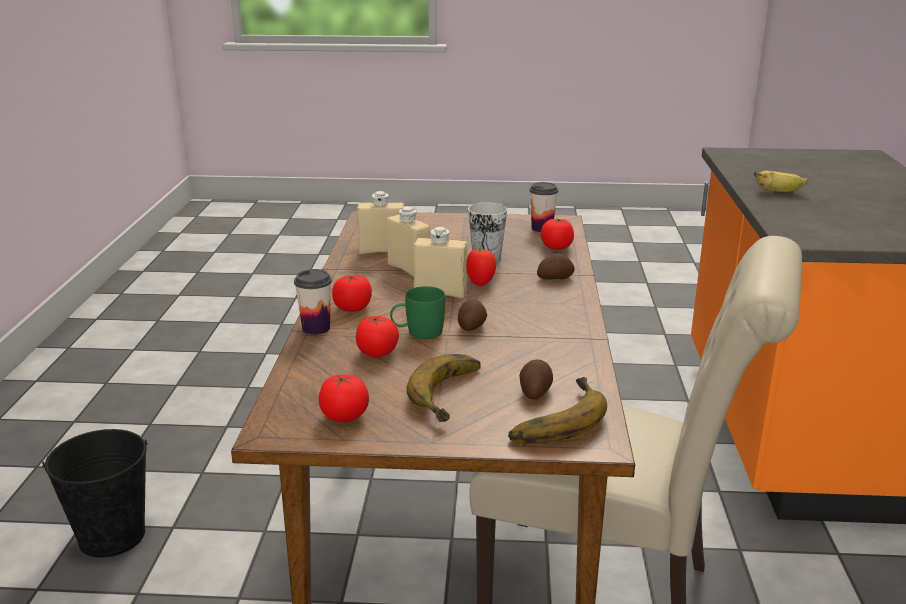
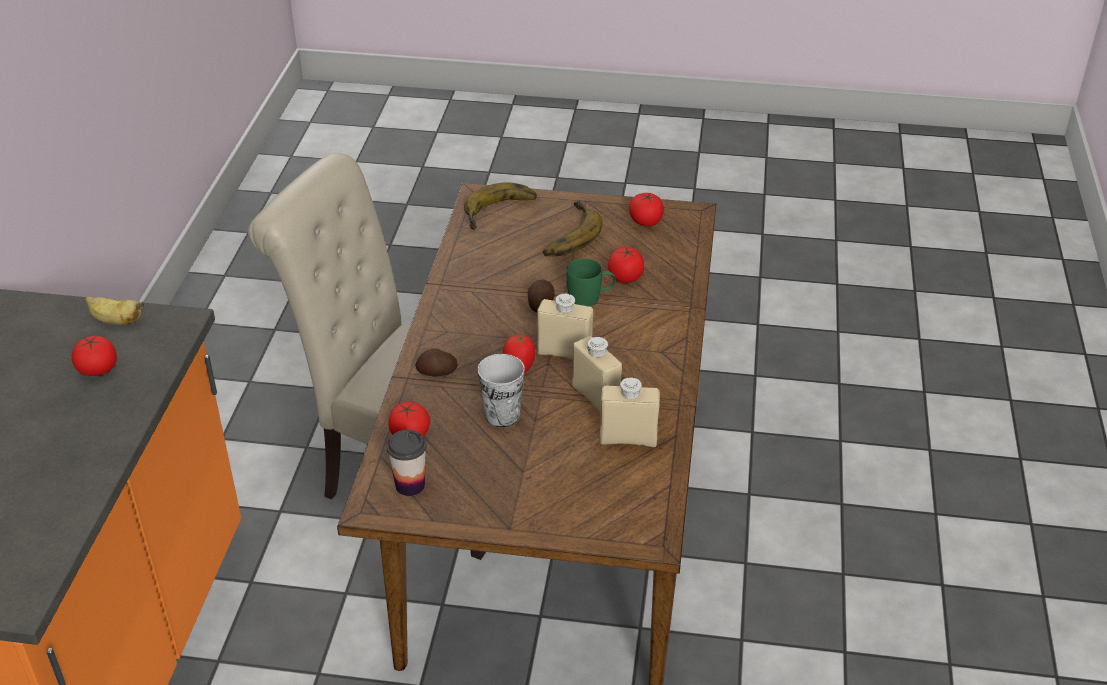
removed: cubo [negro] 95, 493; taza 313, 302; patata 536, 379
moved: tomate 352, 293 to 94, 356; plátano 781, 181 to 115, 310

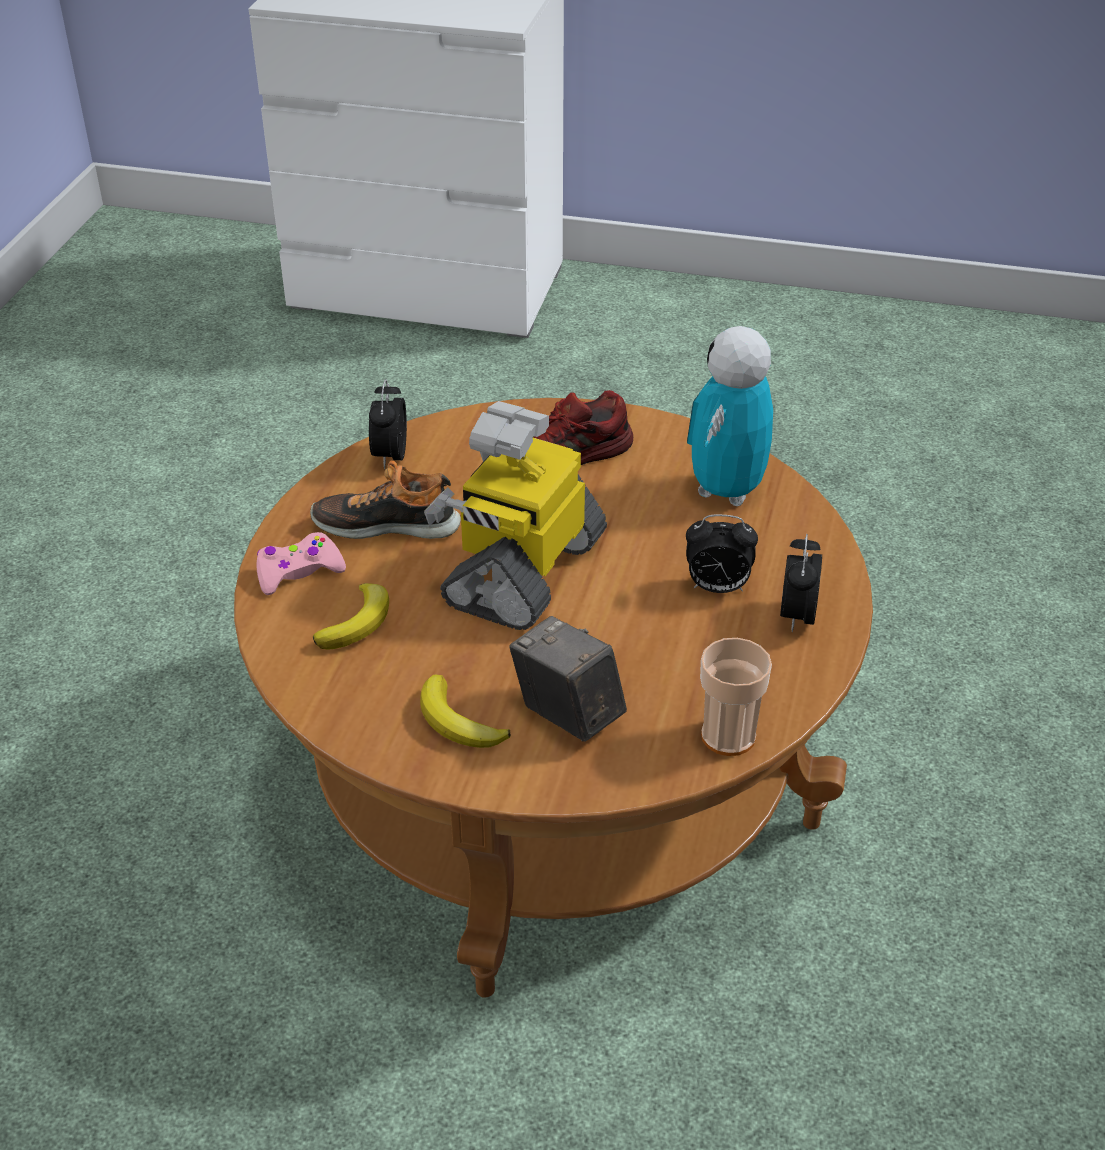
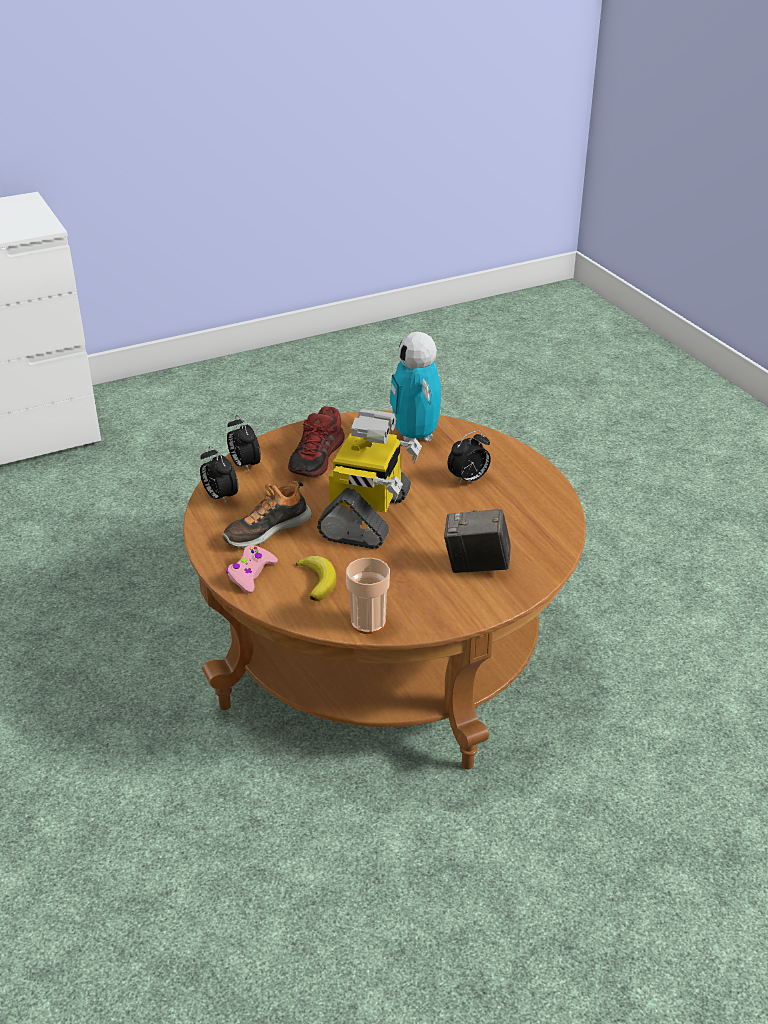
removed: plátano 465, 711
moved: taza 736, 697 to 368, 596; despertador 801, 583 to 244, 443
turned: robot de juguete 515, 515 = 369, 479 150 degrees counterclockwise

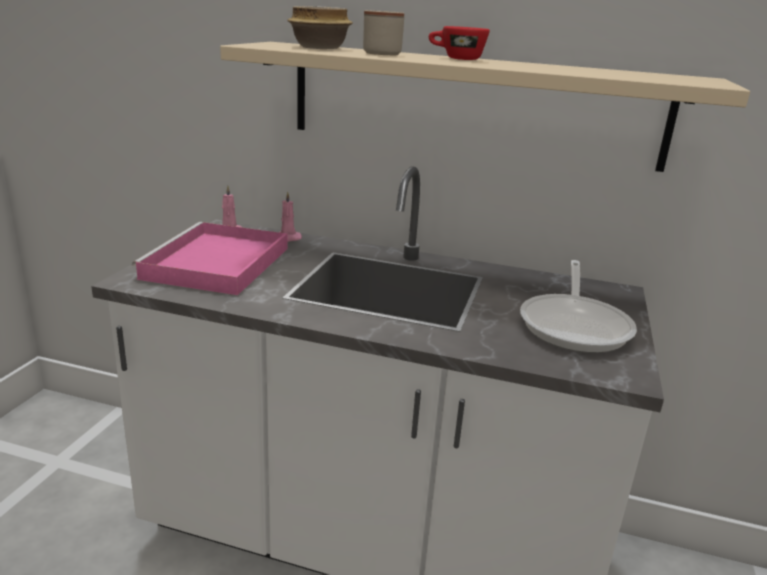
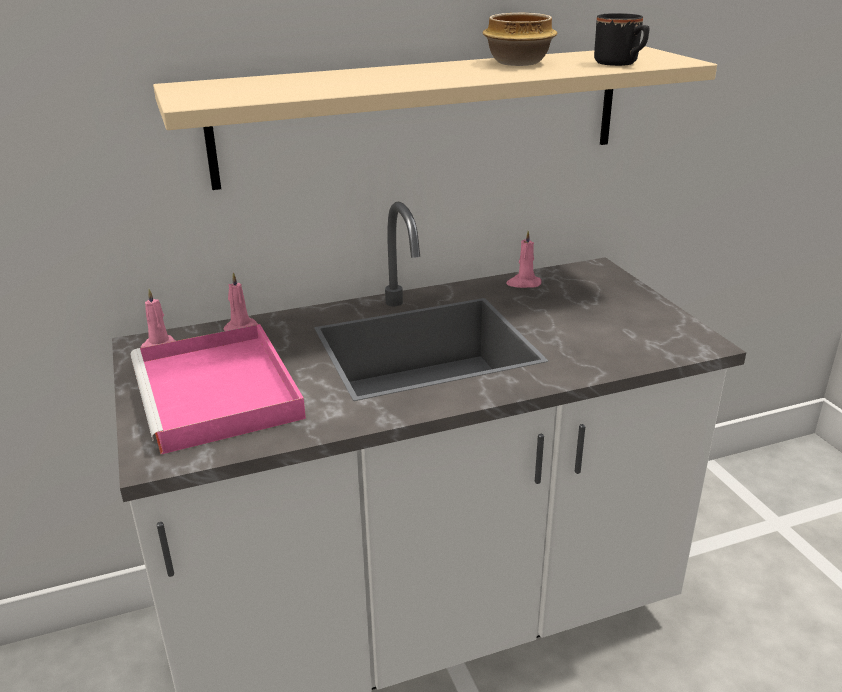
removed: taza grande [beis] 383, 32; taza [rojo] 459, 43; sartén 578, 306
added: vela [rosa] 524, 259; taza grande [negro] 622, 39
moved: cuenco 320, 27 to 519, 39

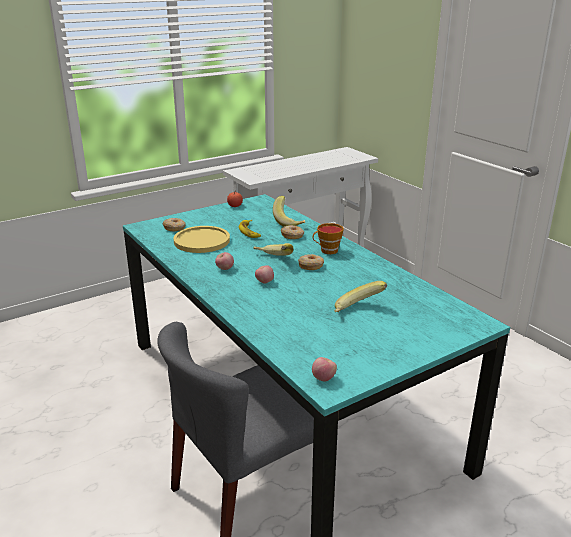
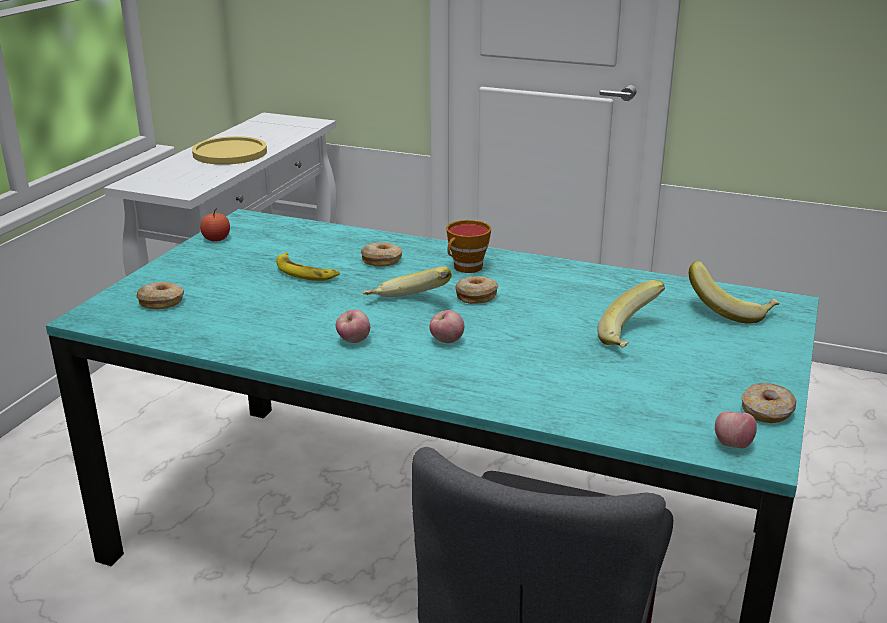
added: rosquilla 768, 403
moved: plato [amarillo] 201, 239 to 229, 150; plátano 289, 211 to 734, 292

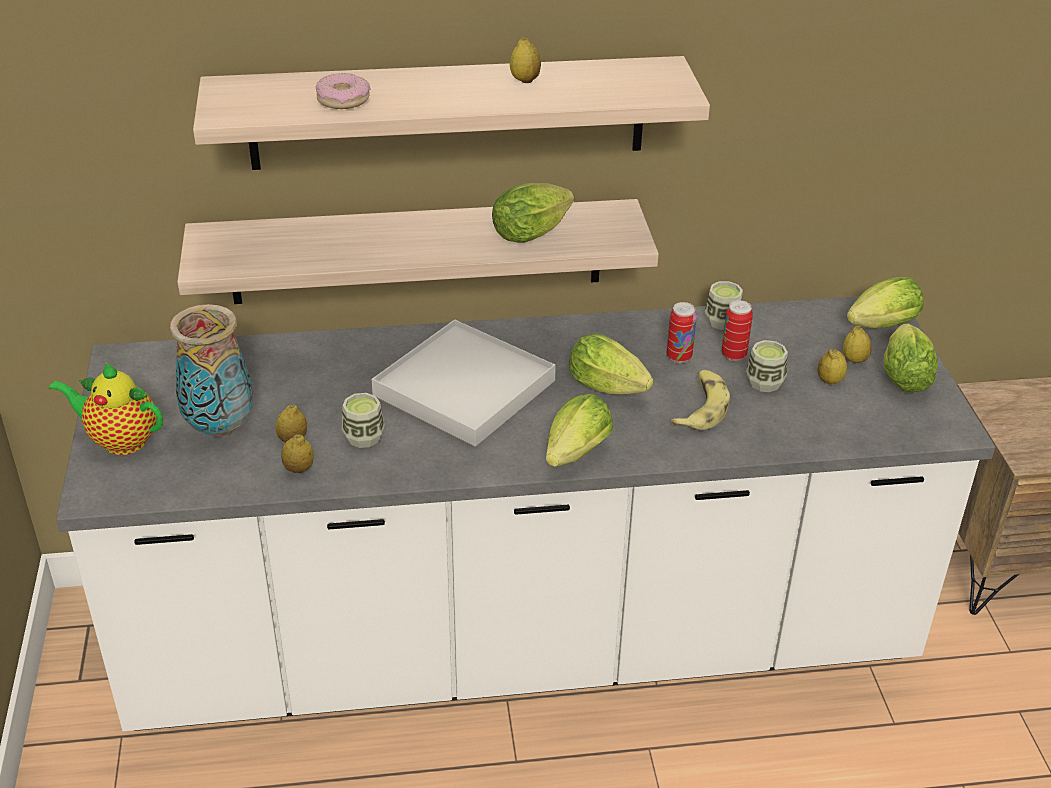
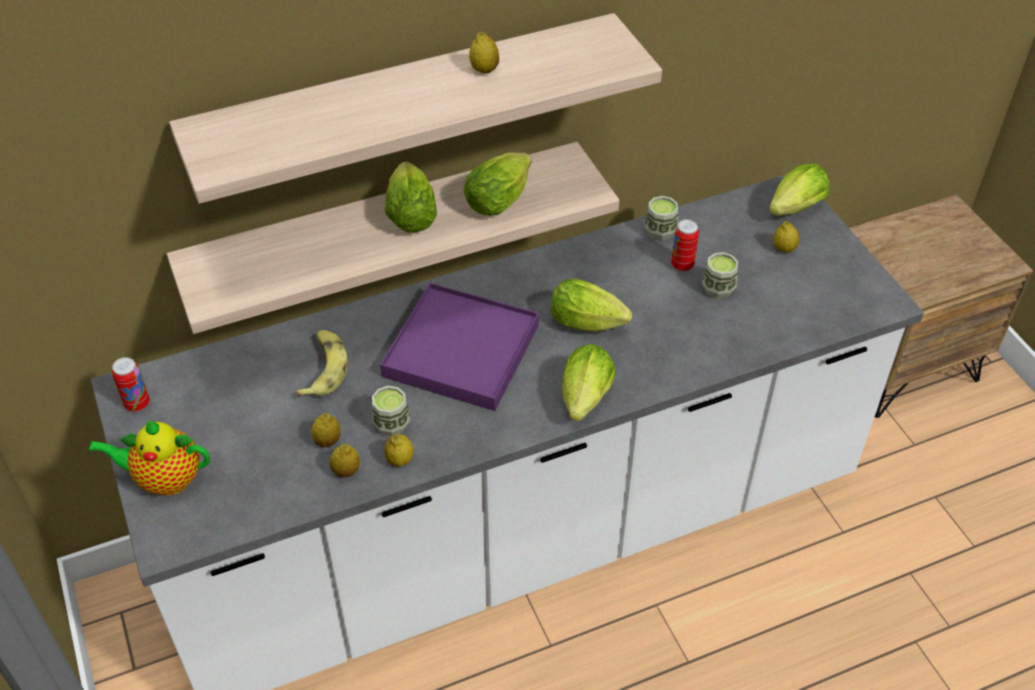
removed: florero 211, 370; rosquilla 343, 91
moved: lata 682, 332 to 131, 384; plátano 700, 400 to 322, 363; limón 832, 366 to 399, 450; lechuga 910, 358 to 411, 197
recoloured: bandeja [blanco] 463, 383 to bandeja [morado] 459, 347

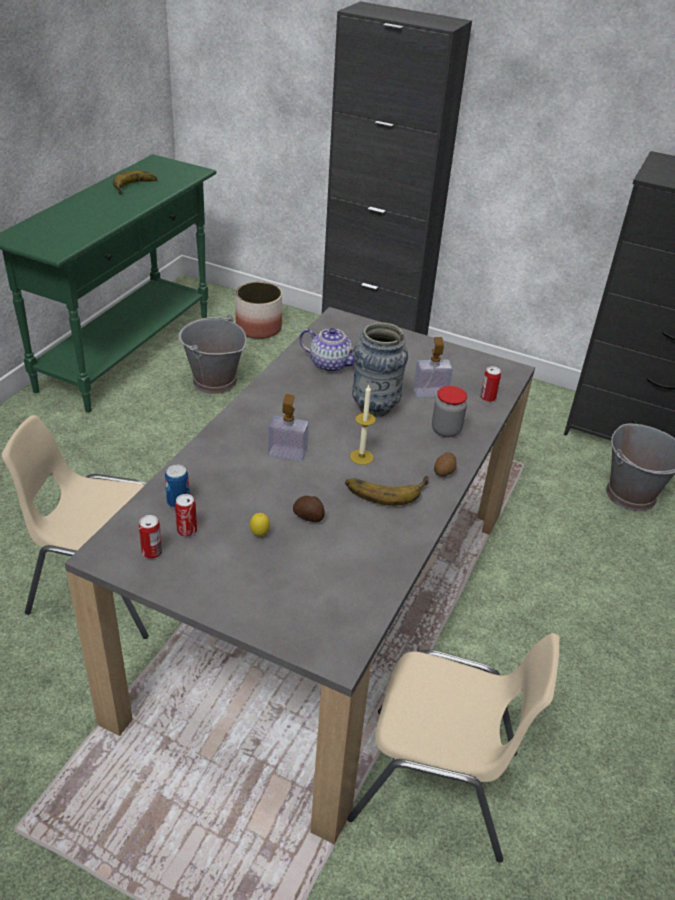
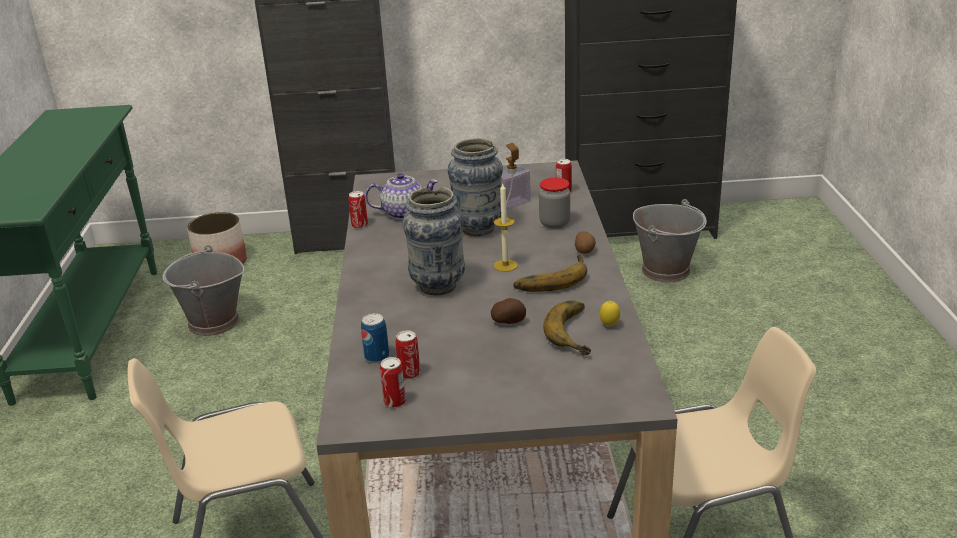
added: lata 358, 210
moved: plátano 135, 182 to 567, 328; limón 260, 524 to 610, 314
replaced: dispensador de jabón 288, 428 to florero 433, 241

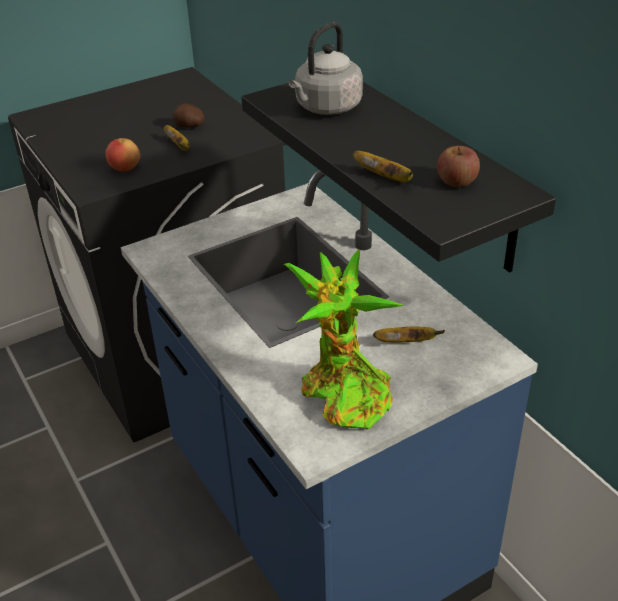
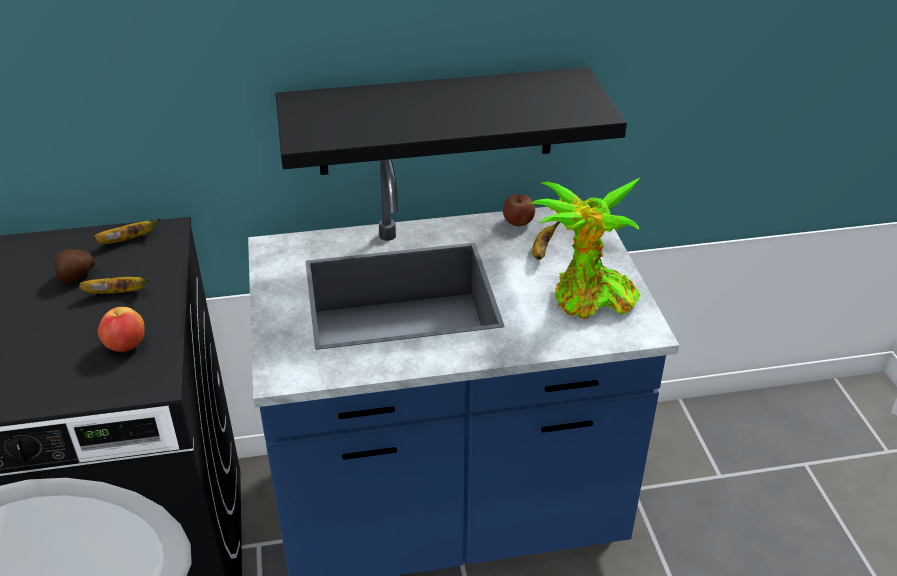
removed: hervidor [gris] 326, 68
moved: plátano 383, 166 to 126, 231; manzana 458, 166 to 519, 210

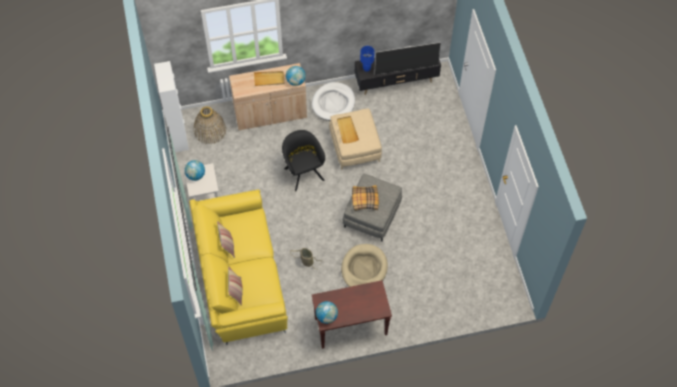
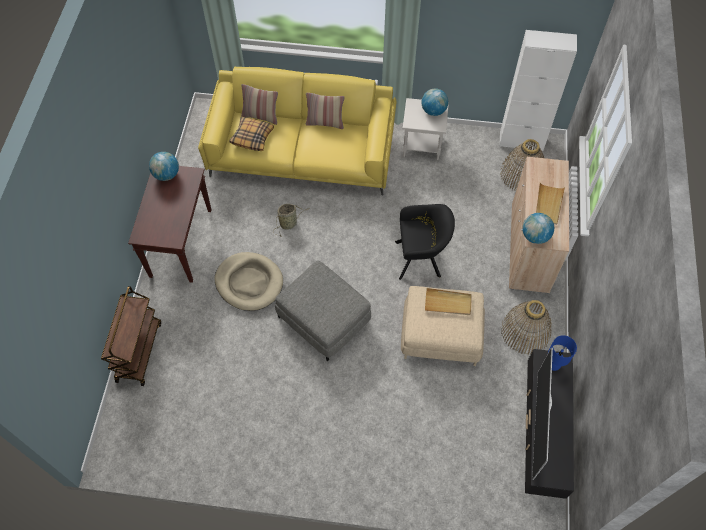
added: carrito [marrón] 131, 336
moved: cojín 365, 198 to 251, 134
replaced: cama para perro [blanco] 333, 101 to cesta 526, 327

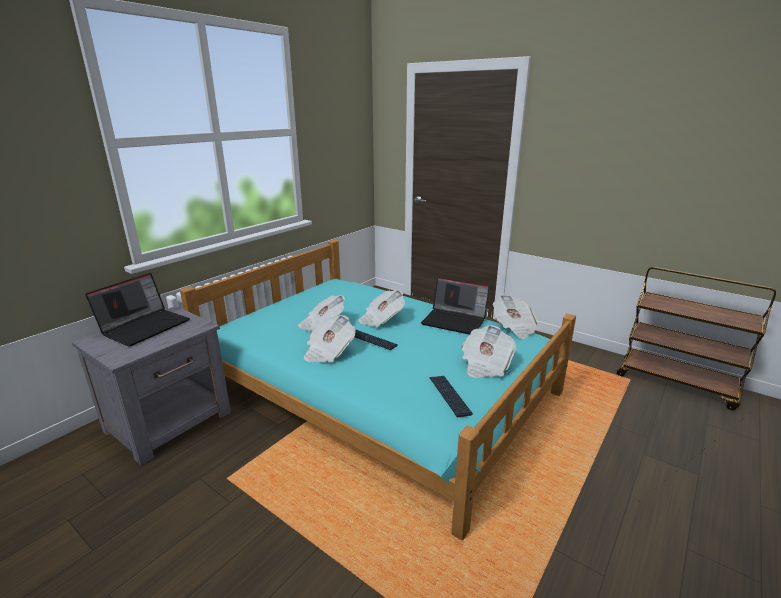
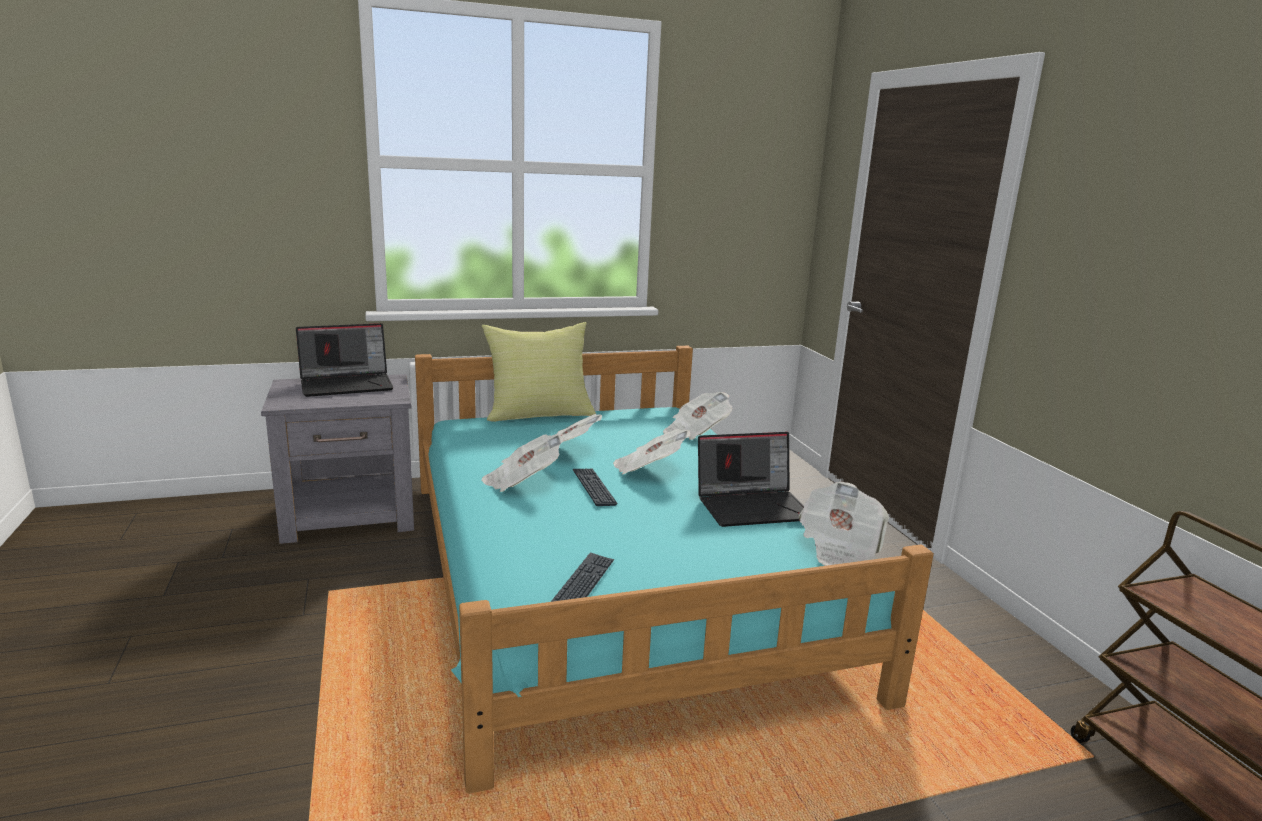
added: cojín [amarillo] 539, 372
moved: periódico 489, 351 to 697, 416
turned: portátil 455, 306 = 751, 479 75 degrees counterclockwise

